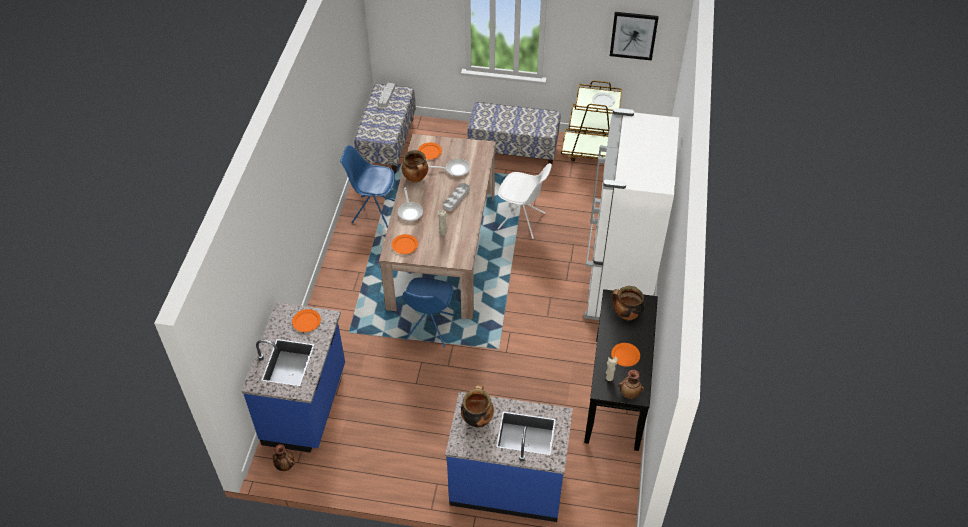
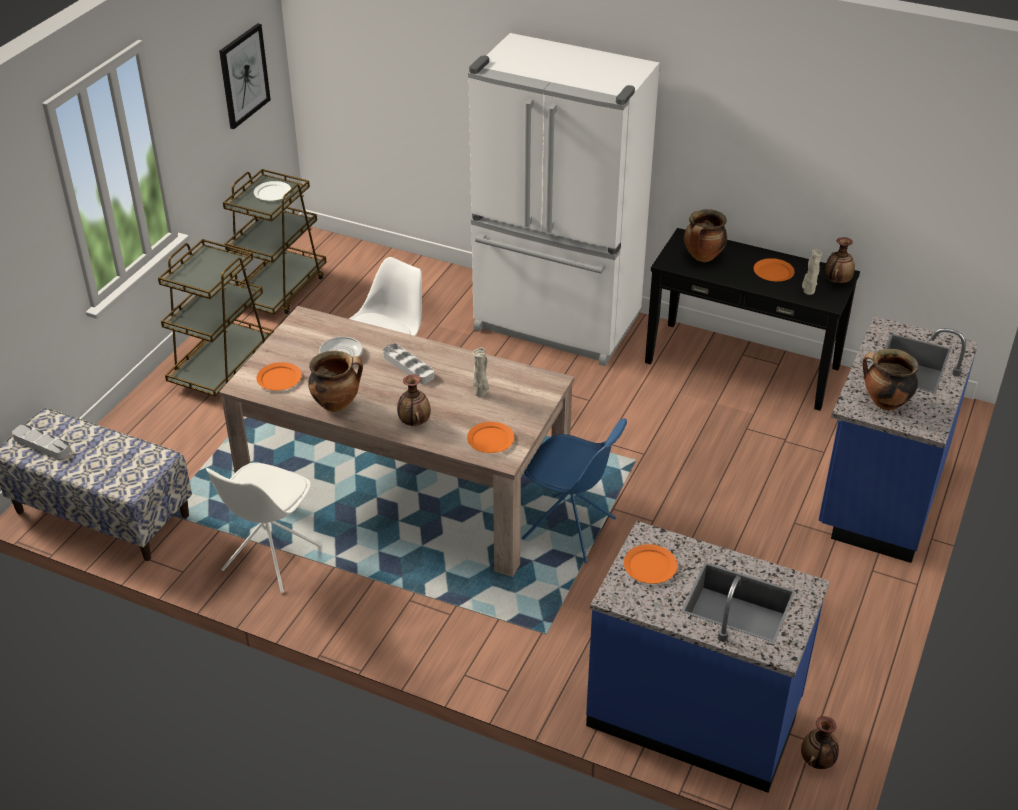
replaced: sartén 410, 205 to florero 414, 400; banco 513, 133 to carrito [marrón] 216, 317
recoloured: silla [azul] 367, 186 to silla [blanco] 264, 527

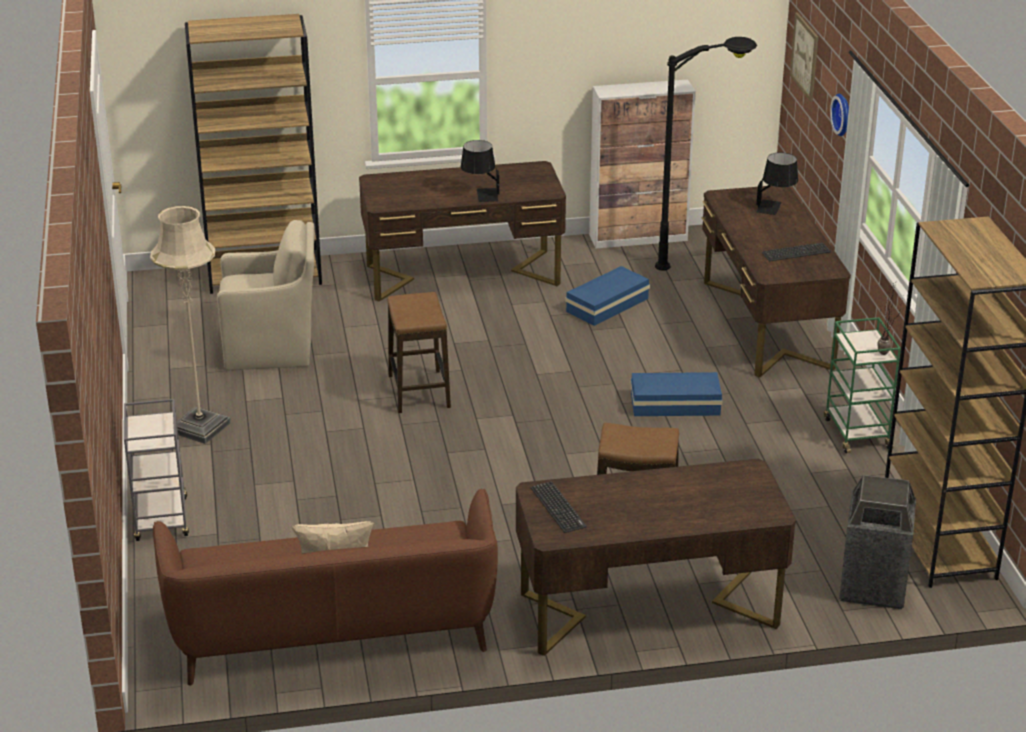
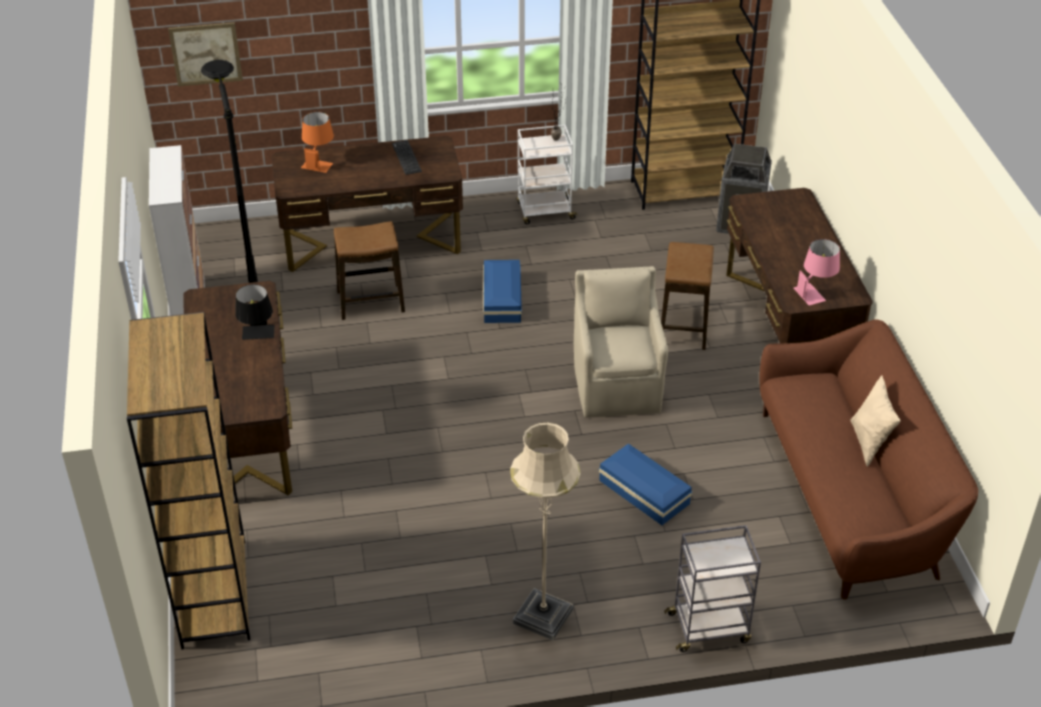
removed: reloj de pared 839, 115
moved: sillón [beis] 266, 295 to 621, 342; taburete 419, 352 to 369, 270; caja de almacenaje [azul] 607, 296 to 645, 484
replaced: teclado 559, 507 to lámpara de mesa [rosa] 817, 272
recoloured: lámpara de mesa [negro] 777, 183 to lámpara de mesa [naranja] 317, 142; carrito [verde] 862, 385 to carrito [blanco] 547, 174

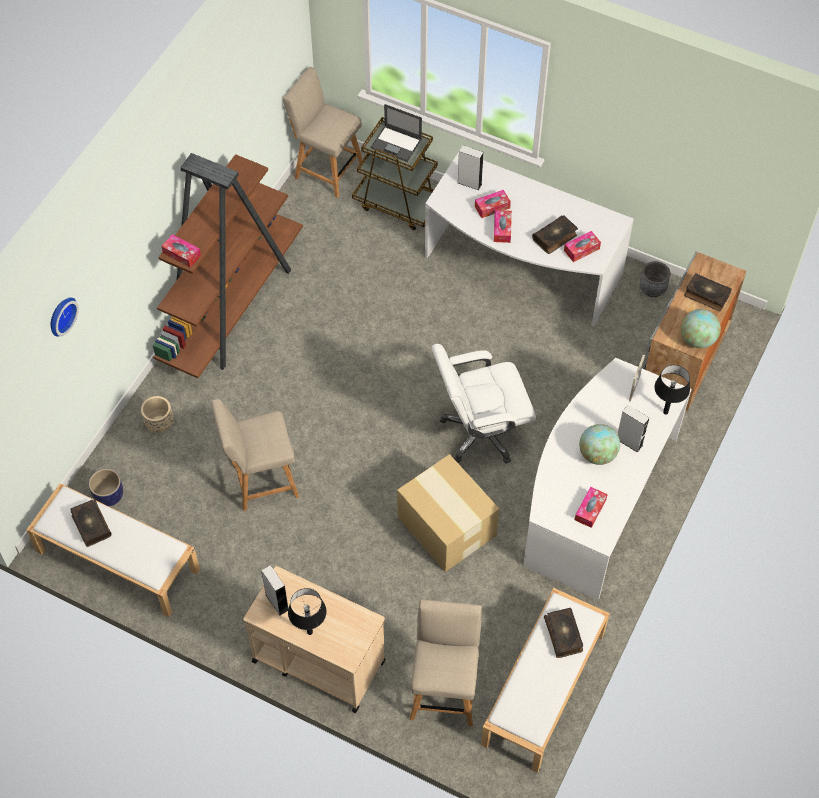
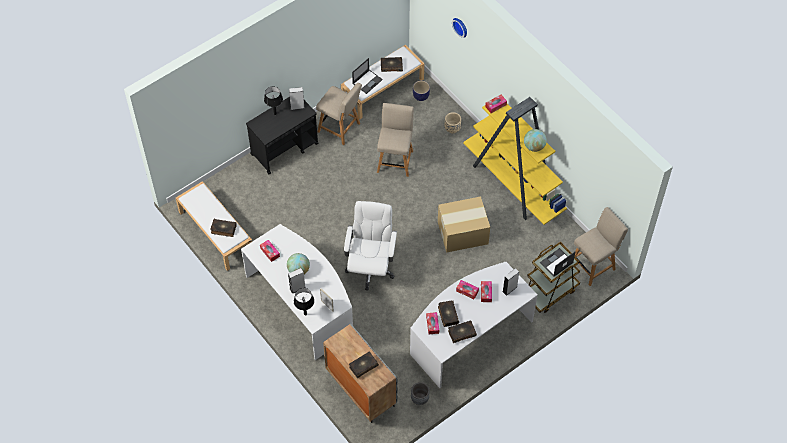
added: portátil 367, 76; libro 462, 331
moved: caja de cartón 448, 513 to 464, 225; silla [beis] 446, 662 to 339, 114; globo terráqueo 701, 328 to 535, 140
recoloured: estantería [marrón] 228, 265 to estantería [amarillo] 515, 161; carrito [beis] 314, 639 to carrito [negro] 282, 135

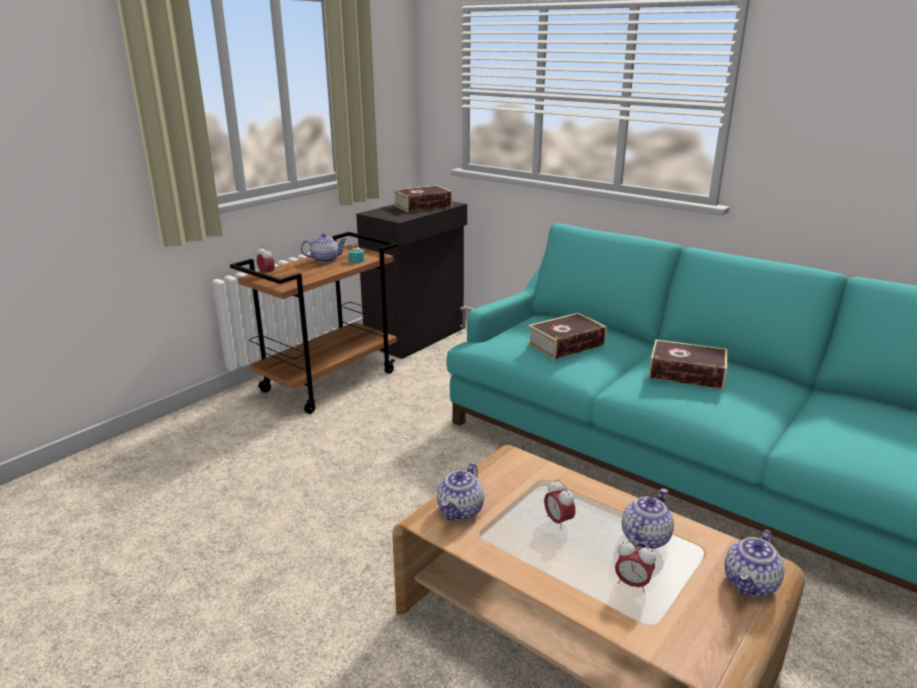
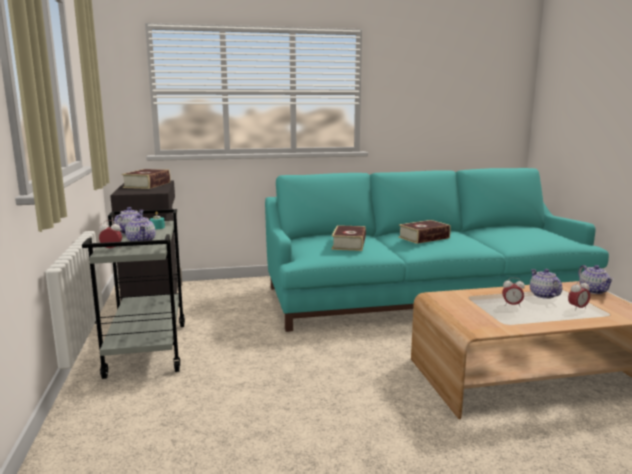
moved: tetera 460, 491 to 140, 227
recoloured: carrito [marrón] 314, 323 to carrito [gris] 133, 294

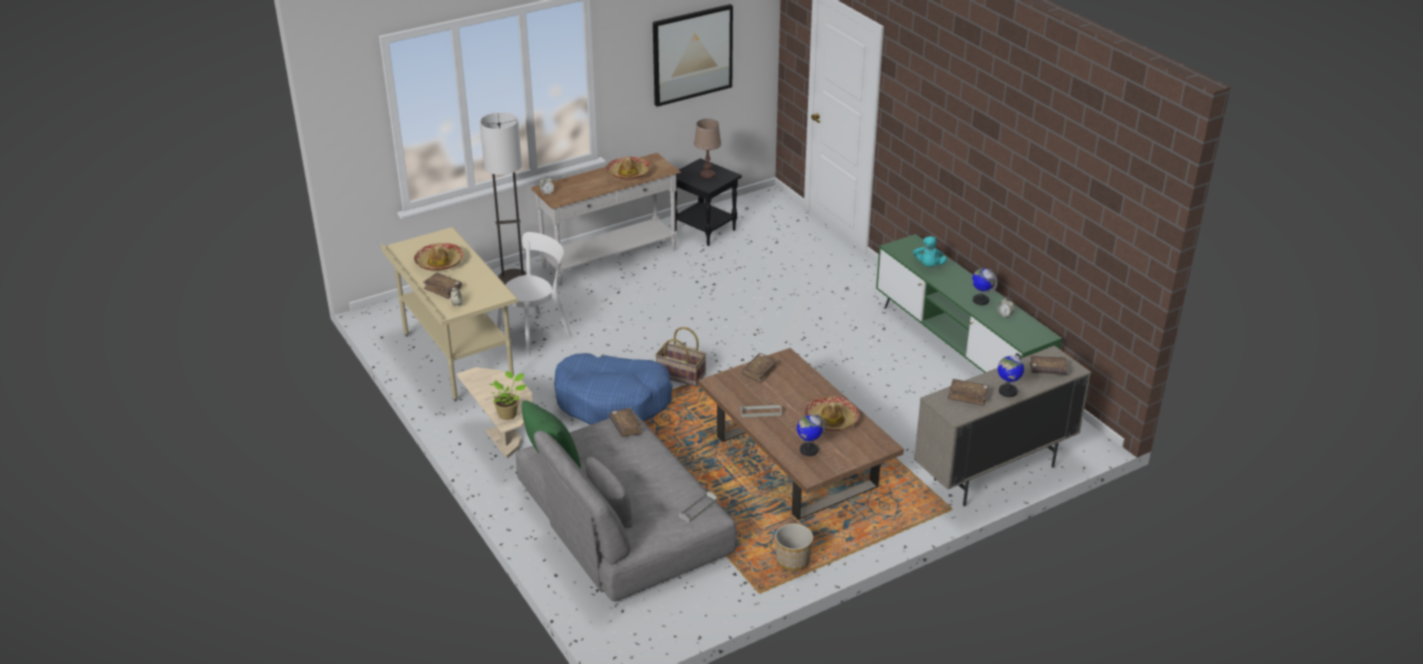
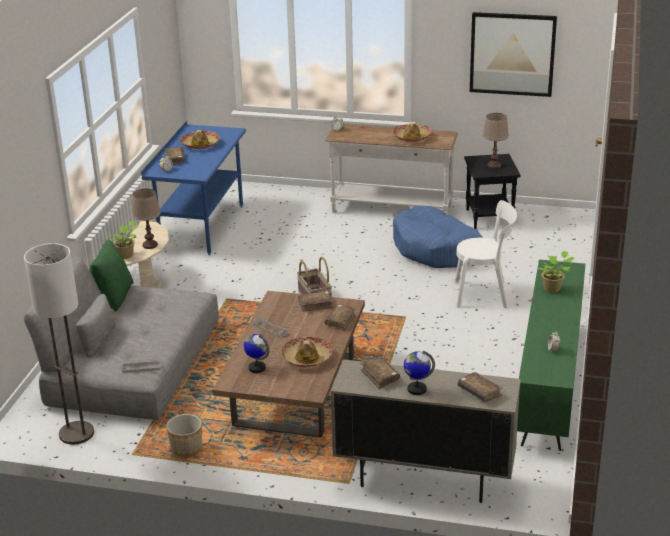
removed: globo terráqueo 985, 286
added: lámpara de mesa [marrón] 146, 219
moved: lámpara de pie 503, 198 to 59, 343; silla [blanco] 534, 294 to 486, 254; cama para perro [azul] 613, 389 to 438, 237; libro [marrón] 626, 422 to 340, 317
replaced: peluche [turquesa] 930, 251 to planta en maceta 556, 272
recoloured: escritorio [beis] 449, 314 to escritorio [azul] 193, 188

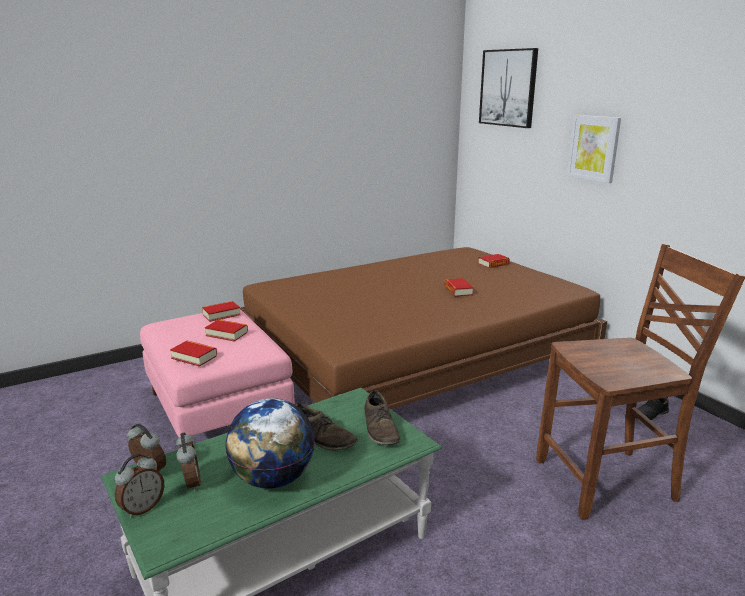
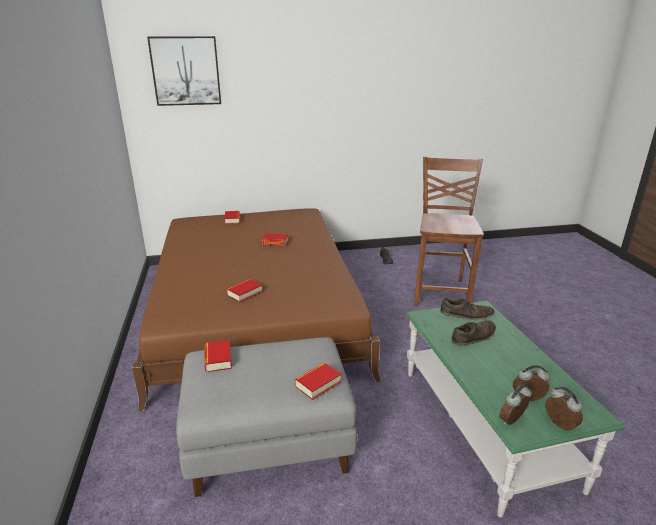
removed: globo terráqueo 270, 443; cuadro 594, 149
moved: libro 226, 330 to 245, 290
recoloured: puf [rosa] 217, 376 to puf [gris] 266, 417

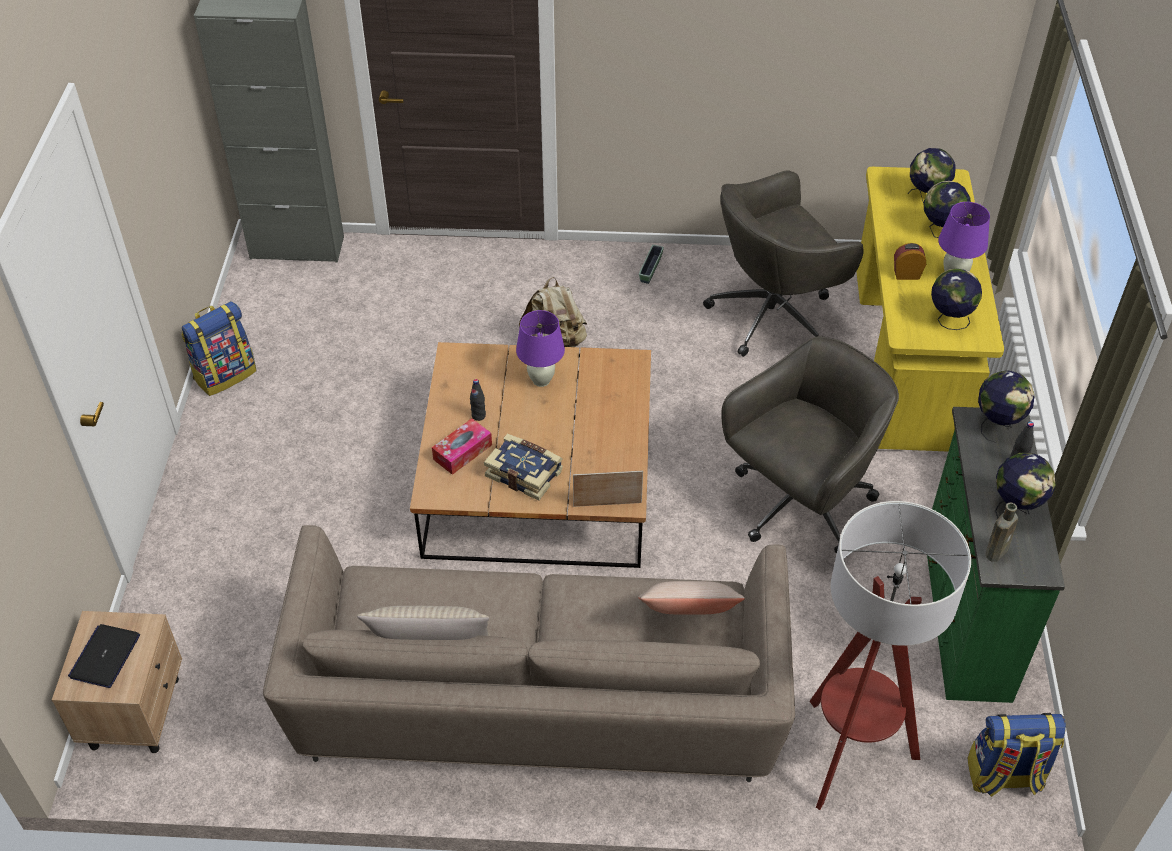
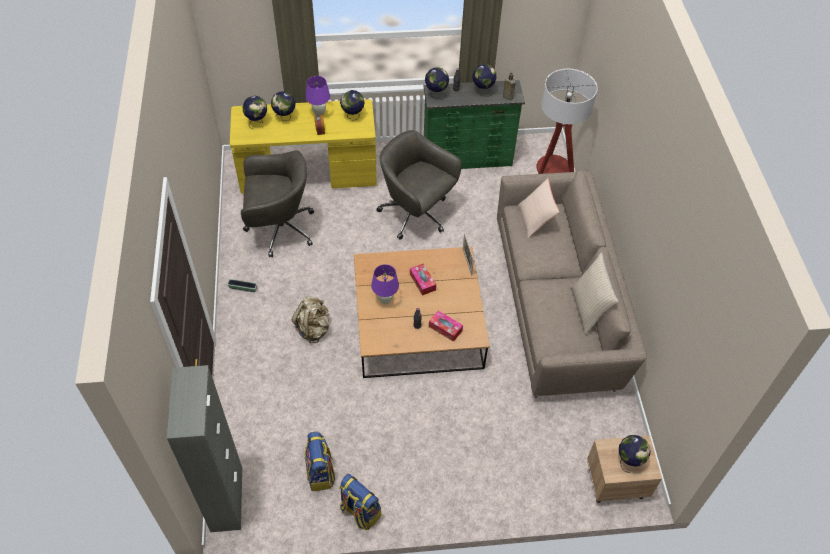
removed: libro 523, 467
added: caja de pañuelos 423, 279
moved: mochila 1016, 755 to 320, 461
replaced: portátil 104, 656 to globo terráqueo 634, 454
turned: silla de oficina [gris] 783, 263 = 277, 203 60 degrees counterclockwise

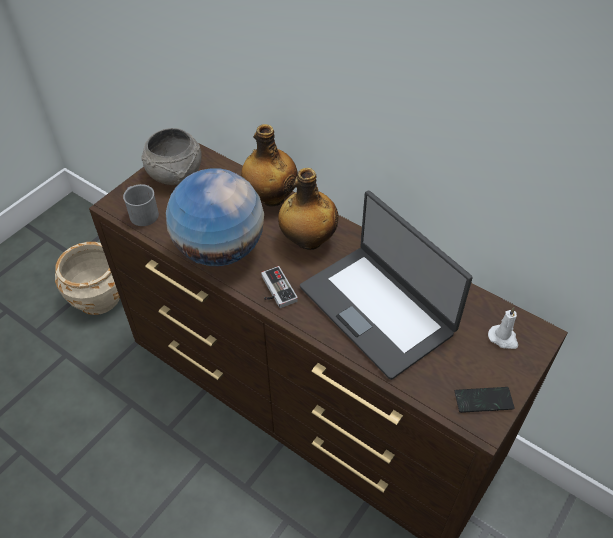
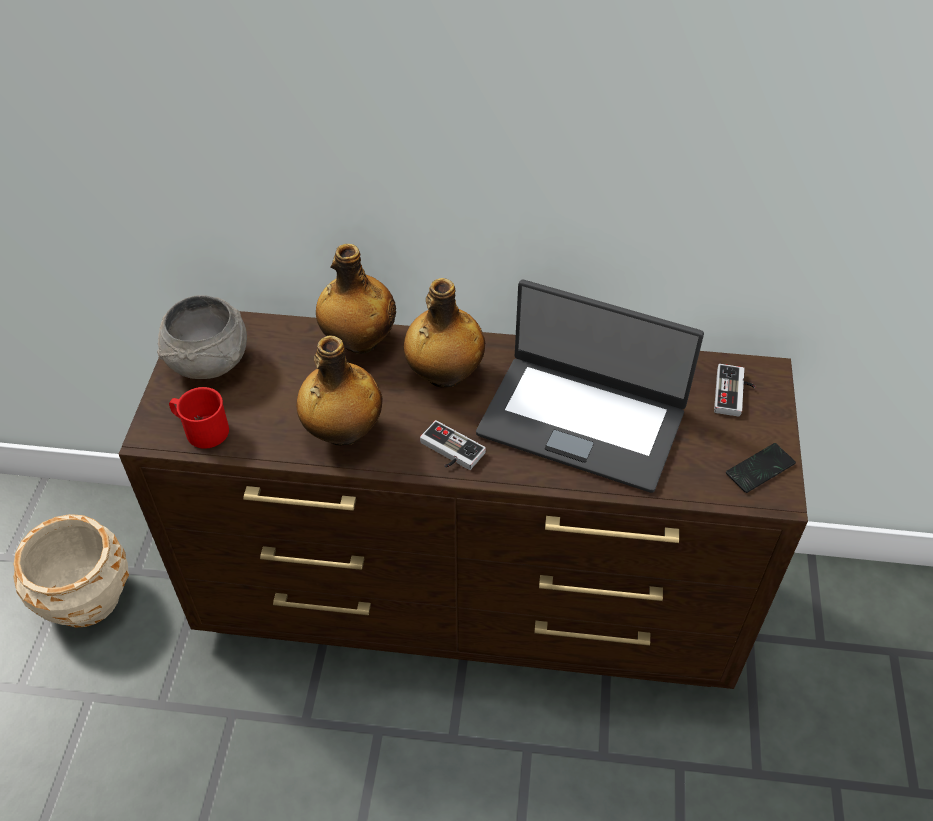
replaced: globo terráqueo 215, 217 to botella 339, 390; vela [blanco] 503, 328 to mando de consola 735, 390
recoloured: taza grande [gris] 141, 205 to taza grande [rojo] 199, 418

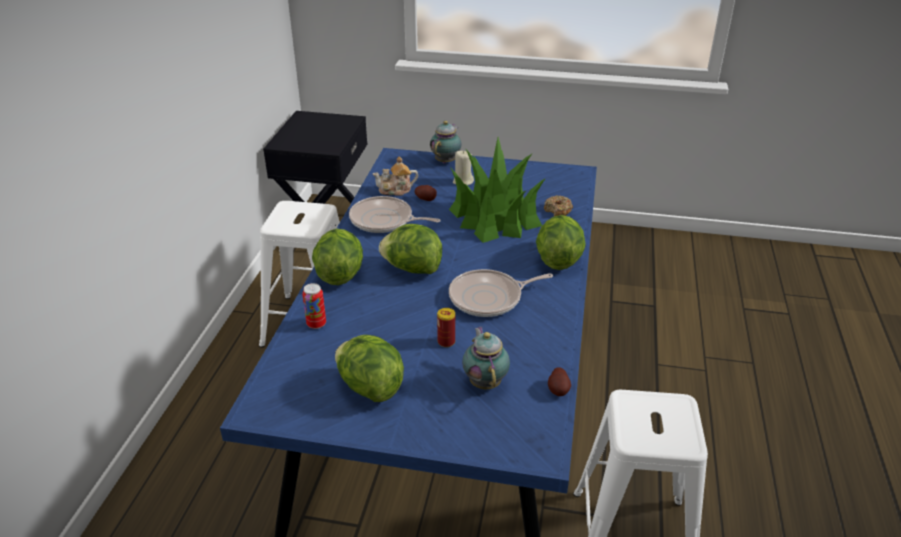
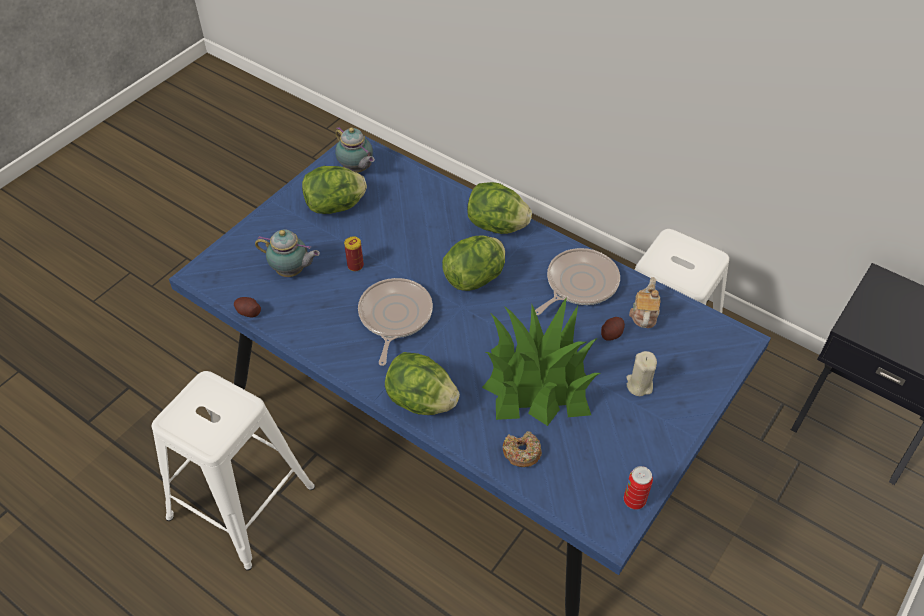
moved: lata 314, 306 to 638, 488; tetera 446, 142 to 355, 150

